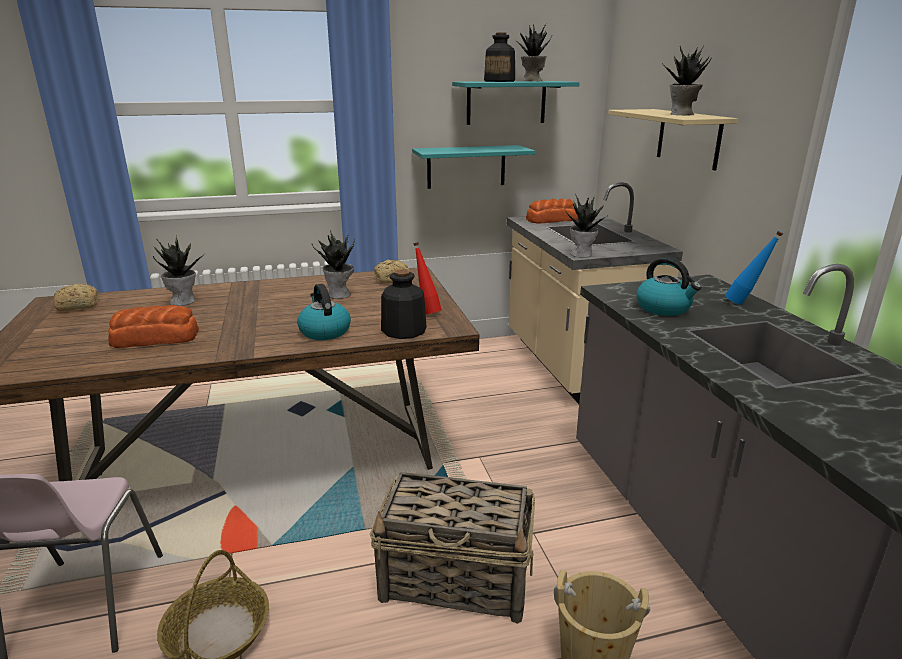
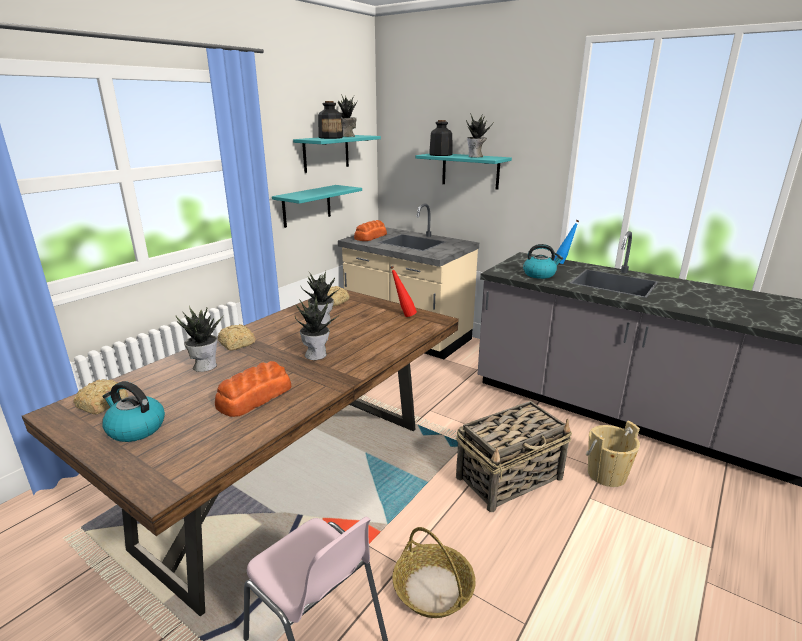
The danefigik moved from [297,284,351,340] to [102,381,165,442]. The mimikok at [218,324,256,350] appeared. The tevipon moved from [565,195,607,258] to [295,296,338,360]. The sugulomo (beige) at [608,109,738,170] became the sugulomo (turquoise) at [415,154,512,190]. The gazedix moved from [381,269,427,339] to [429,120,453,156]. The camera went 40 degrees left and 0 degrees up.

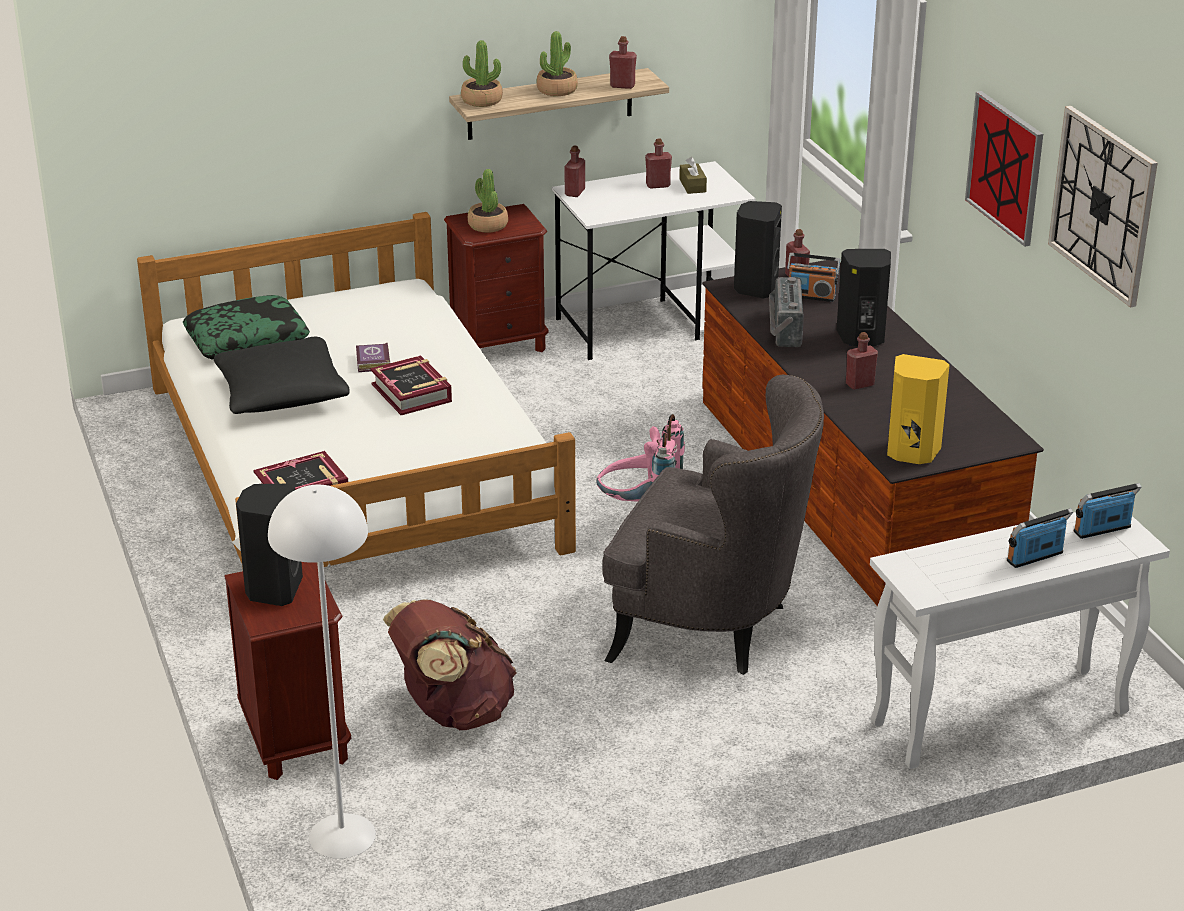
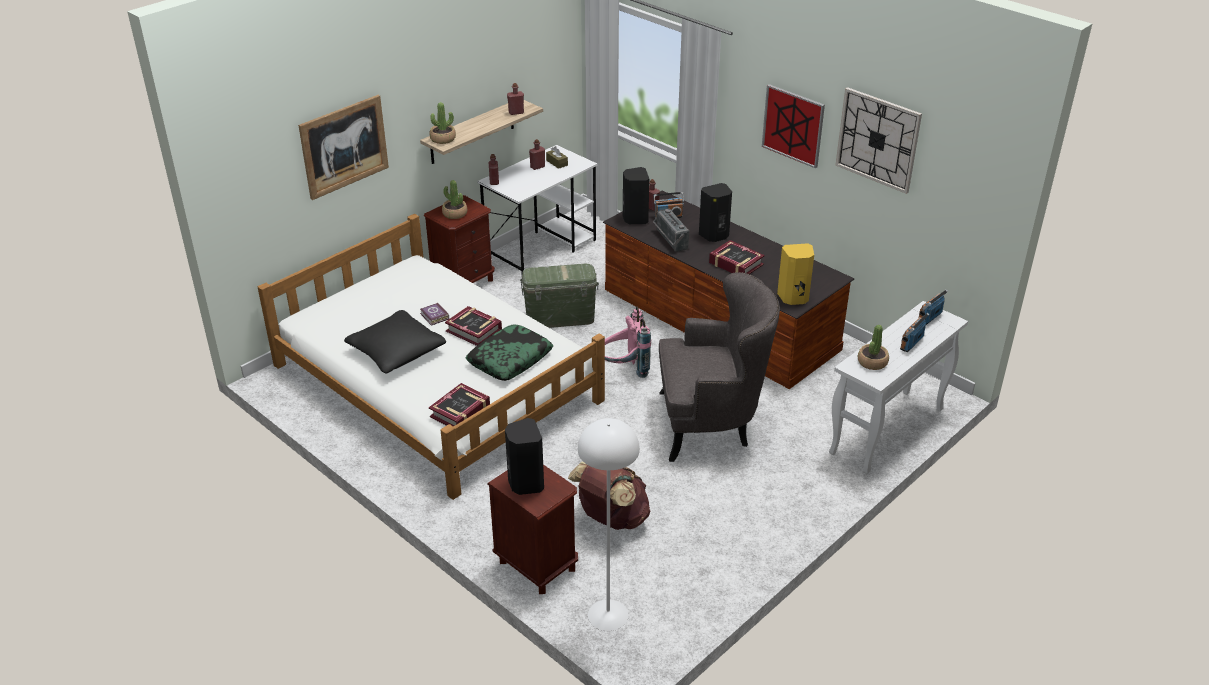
The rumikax at [298,95,389,200] appeared. The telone moved from [183,295,310,360] to [466,324,553,381]. The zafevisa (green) at [520,264,599,328] appeared. The gazedix (red) at [846,332,878,390] was replaced by the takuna at [709,240,765,274]. The tevipon moved from [537,31,578,96] to [858,325,889,370]. The camera went 25 degrees left and 5 degrees up.

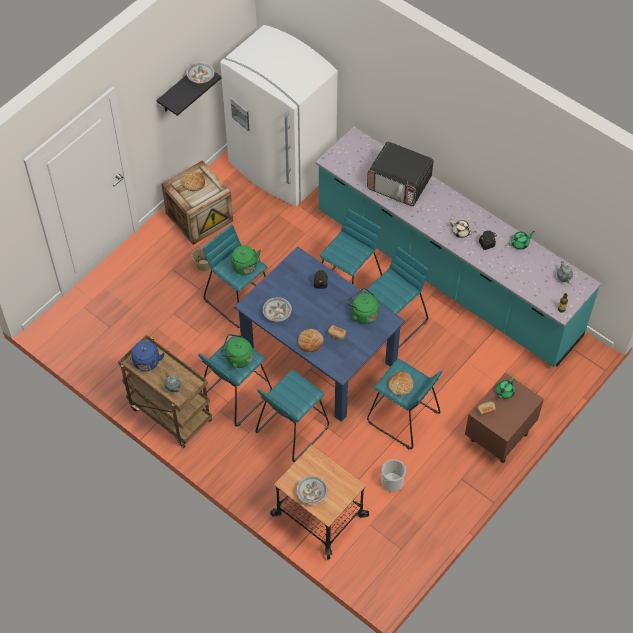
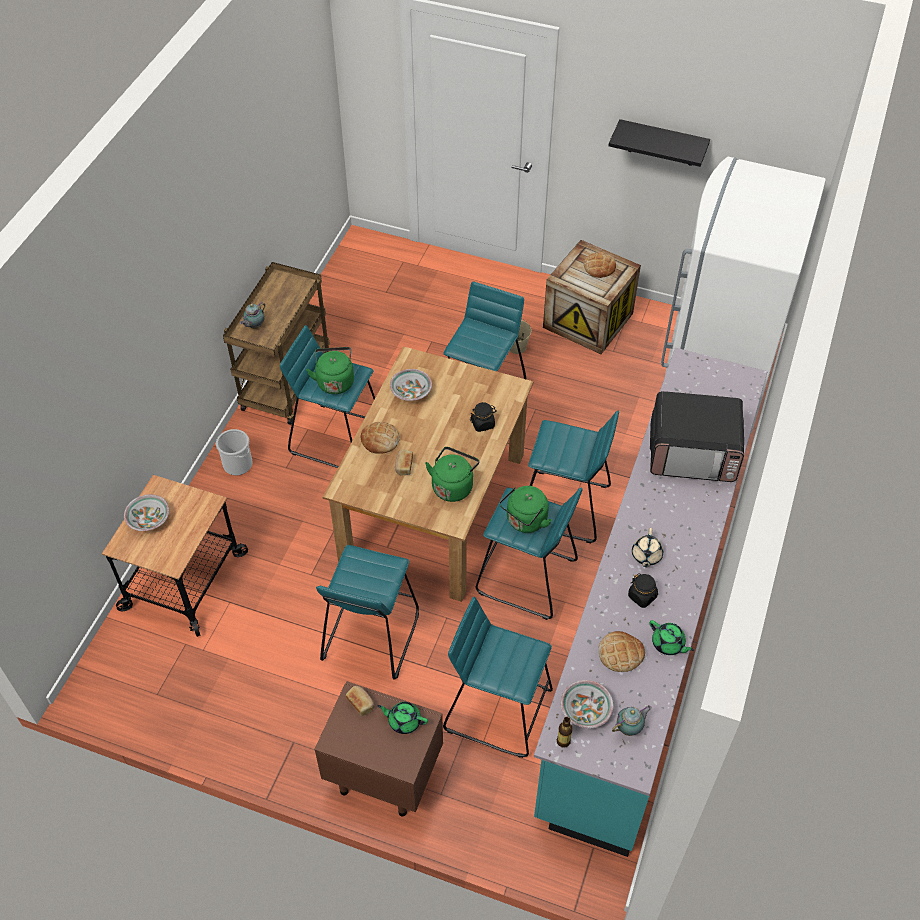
The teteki moved from [381,459,406,492] to [216,429,253,475]. The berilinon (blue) at [234,246,405,422] became the berilinon (brown) at [323,346,534,602]. The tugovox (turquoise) moved from [255,370,329,462] to [443,597,553,758]. The danefigik (green) moved from [231,245,261,275] to [499,486,552,533]. The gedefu moved from [187,62,215,83] to [561,680,614,728]. The mimikok moved from [388,371,414,396] to [598,631,645,672]. The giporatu at [367,142,433,206] turned 90 degrees counterclockwise. The danefigik (blue) at [130,340,165,371] disappeared. The camera went 70 degrees right and 5 degrees down.

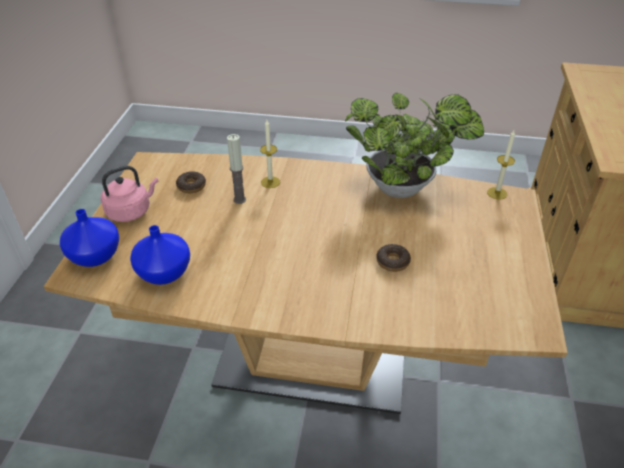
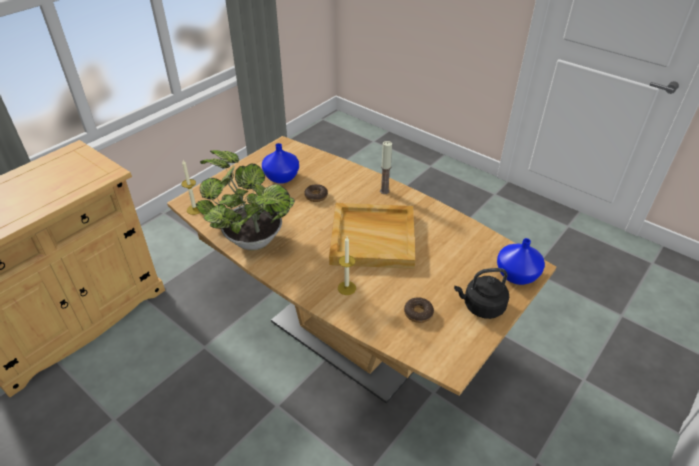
The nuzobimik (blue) moved from [130,225,190,285] to [262,143,299,184]. The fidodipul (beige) at [329,203,415,269] appeared. The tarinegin moved from [227,134,246,204] to [380,141,392,194]. The danefigik (pink) at [101,166,158,222] became the danefigik (black) at [454,268,509,319]. The camera went 150 degrees left and 0 degrees up.

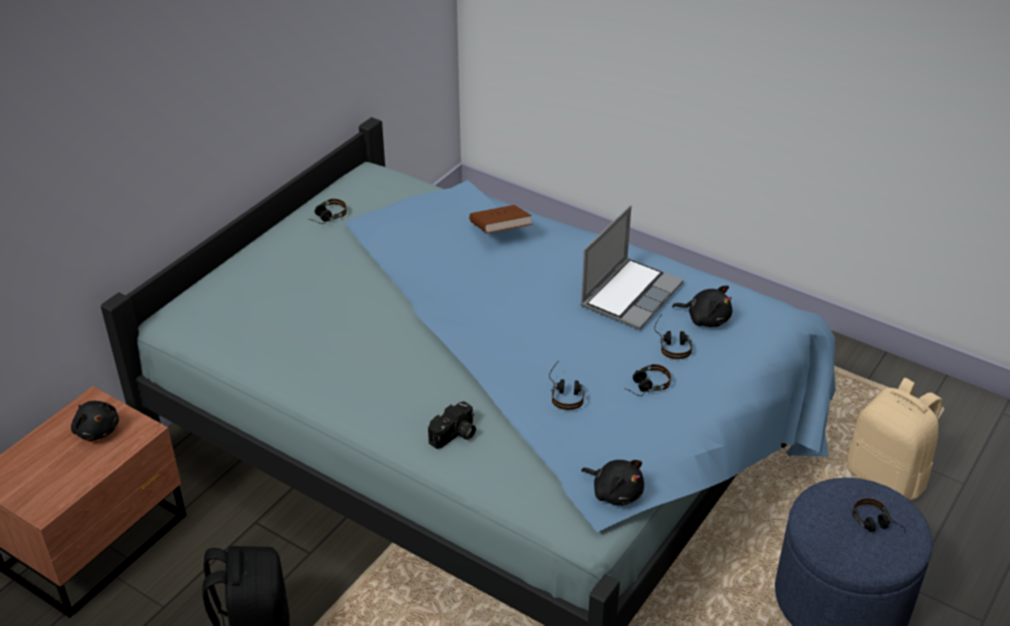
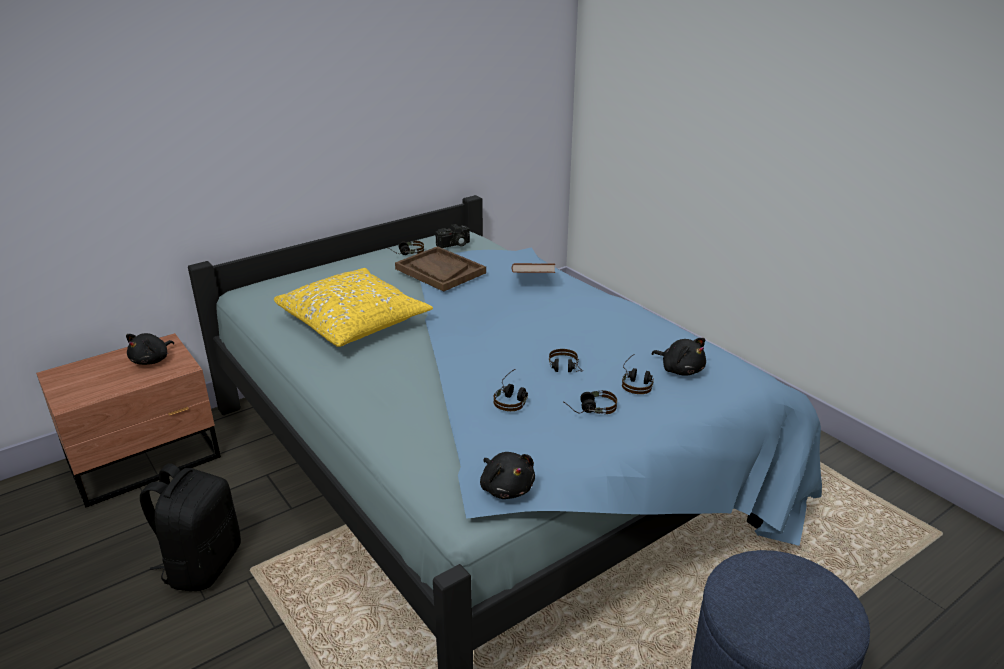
The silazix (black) at [71,401,119,441] turned 45 degrees clockwise. The telone (yellow) at [274,268,433,347] appeared. The fidodipul (brown) at [395,246,486,292] appeared. The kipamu moved from [428,401,476,449] to [436,224,470,248]. The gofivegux moved from [852,498,905,534] to [549,349,583,372]. The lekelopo at [580,205,683,330] disappeared. The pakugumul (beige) at [847,378,943,500] disappeared. The camera went 20 degrees right and 10 degrees down.

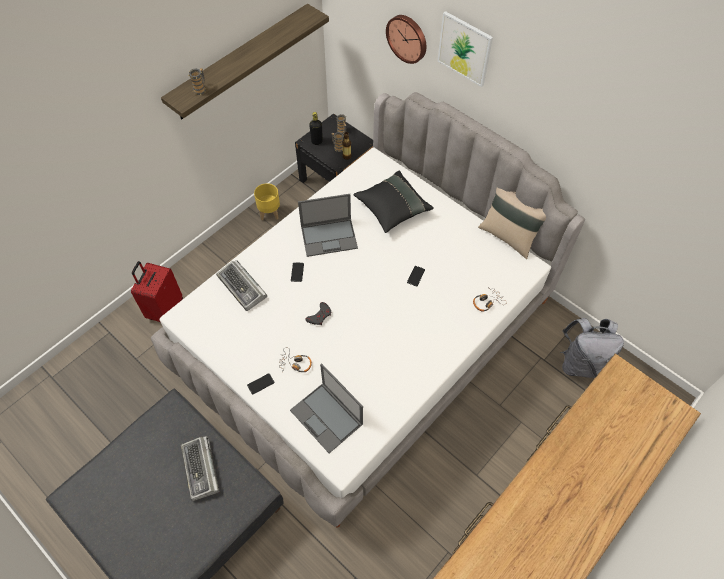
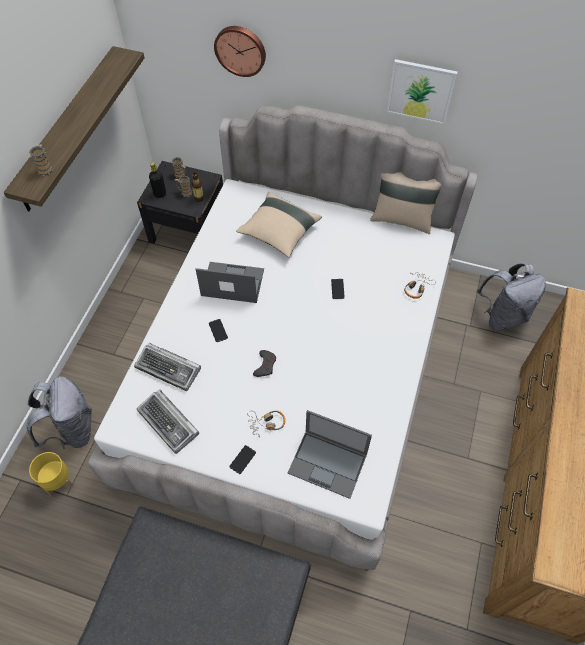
The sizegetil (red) at [131,261,183,322] was replaced by the pakugumul (grey) at [27,376,92,449]. The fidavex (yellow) moved from [254,183,280,220] to [29,452,73,497]. The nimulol moved from [181,436,220,501] to [136,390,199,454]. The lekelopo at [298,194,358,257] turned 135 degrees counterclockwise. The telone (black) at [353,170,434,233] became the telone (beige) at [236,192,322,258]. The rumikax moved from [438,11,493,87] to [387,59,458,125]. The camera went 25 degrees left and 0 degrees up.

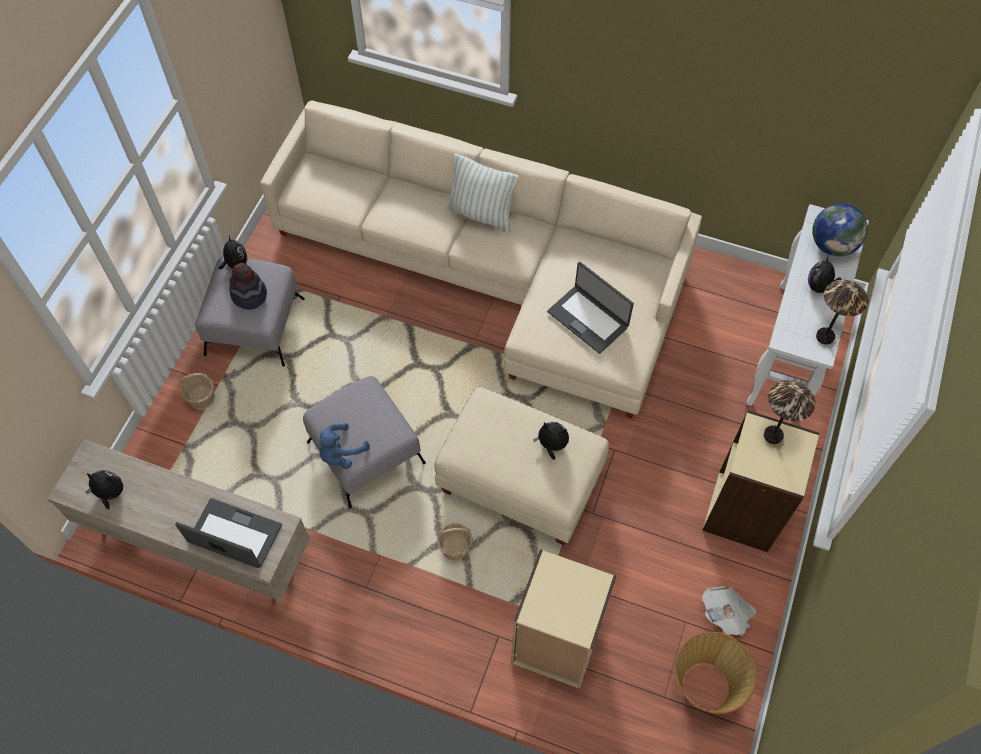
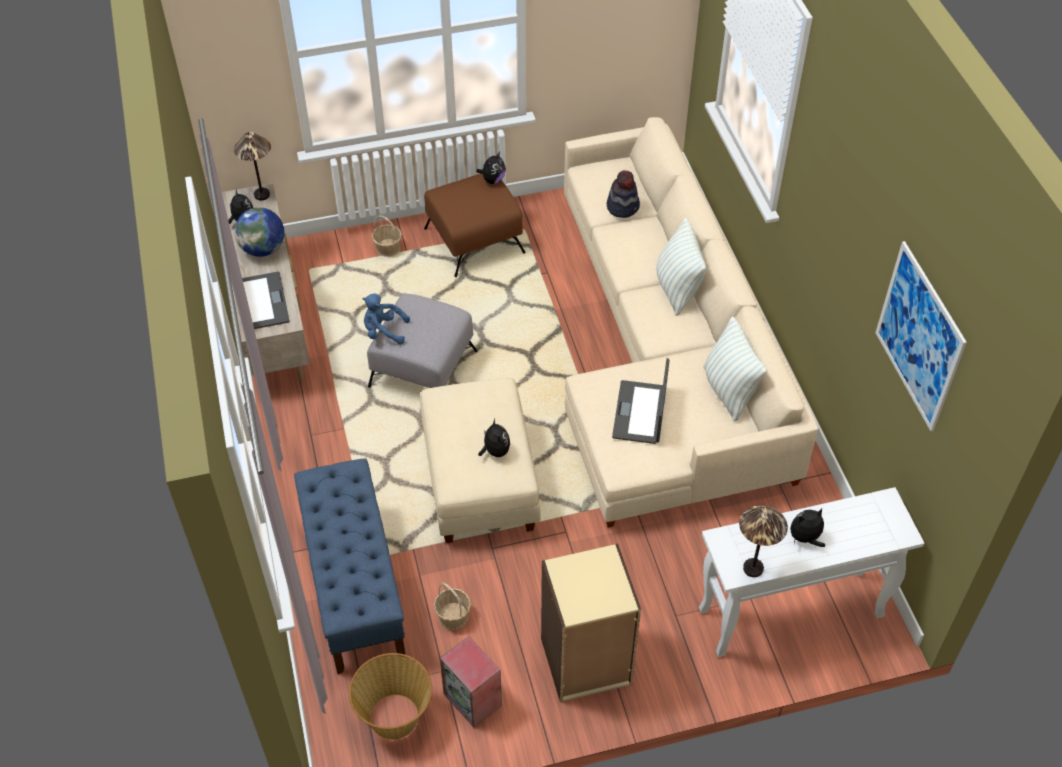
The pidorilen moved from [764,380,815,444] to [234,132,271,200]. The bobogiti moved from [812,203,868,256] to [235,207,284,257]. The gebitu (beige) at [511,549,616,689] was replaced by the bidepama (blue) at [294,458,406,674]. The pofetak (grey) at [195,257,305,367] became the pofetak (brown) at [424,173,526,277]. The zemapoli moved from [437,523,473,561] to [434,582,471,630]. The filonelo at [702,586,756,635] was replaced by the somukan at [440,636,502,727]. The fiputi moved from [229,263,267,310] to [607,170,640,218]. The telone at [703,316,767,421] appeared. The rumikax at [875,241,967,431] appeared. The camera went 55 degrees right and 10 degrees down.

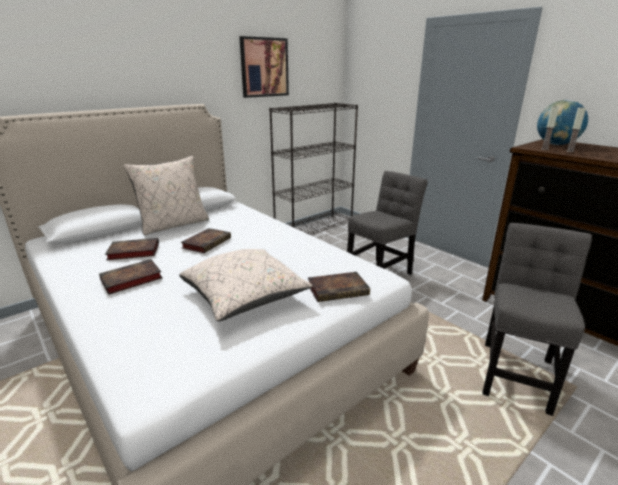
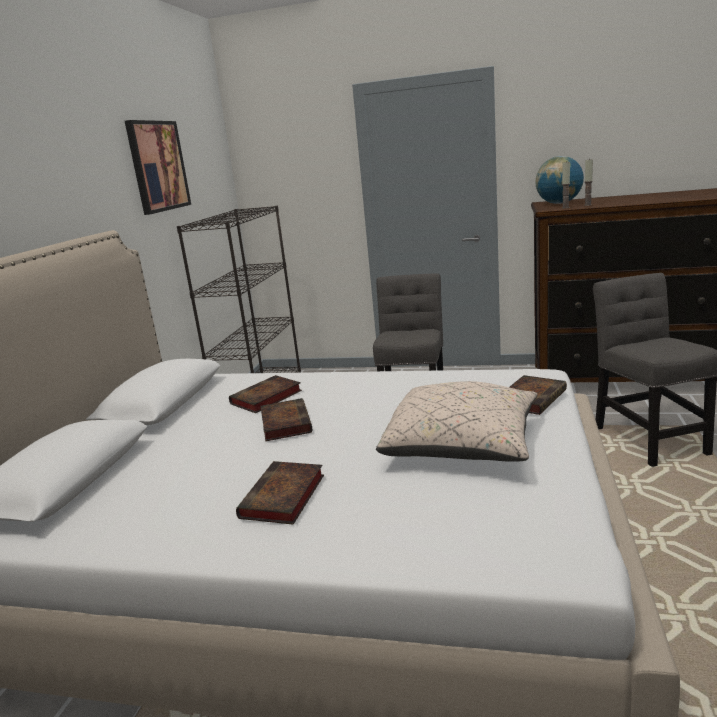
The takuna moved from [105,238,159,260] to [229,375,302,413]. The telone (beige) at [124,156,209,235] disappeared. The camera went 35 degrees left and 5 degrees down.

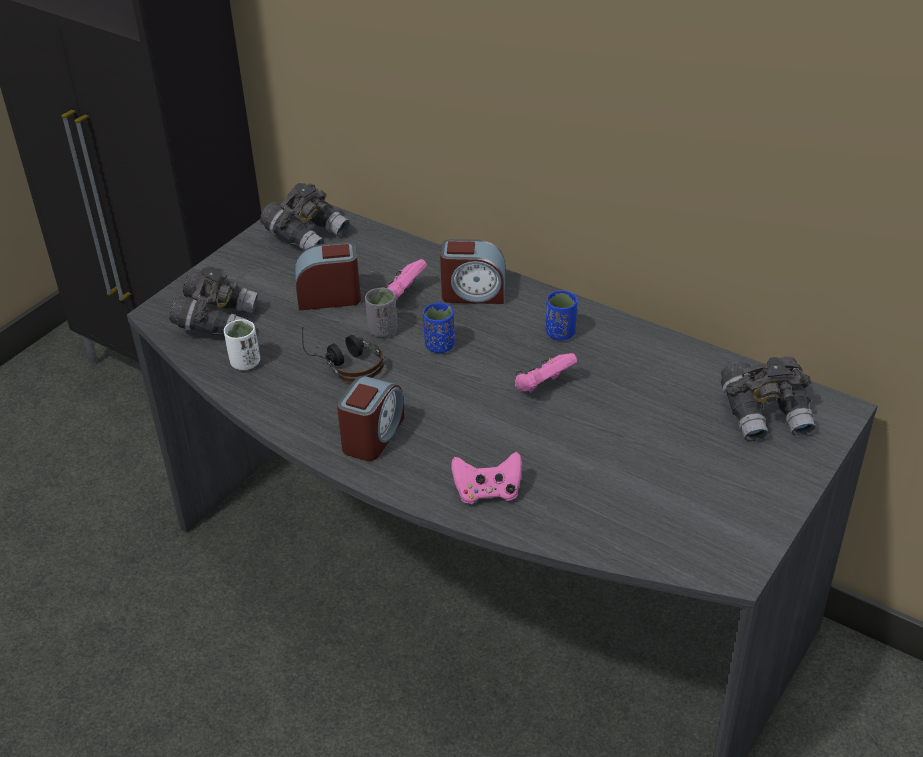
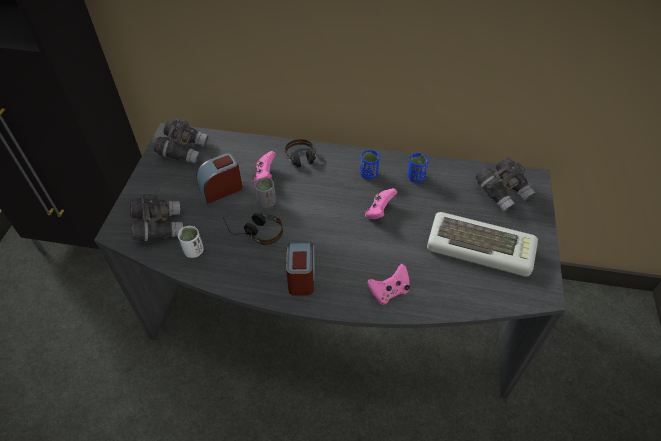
The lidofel at [440,239,505,304] was replaced by the gofivegux at [285,139,326,167]. The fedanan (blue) moved from [423,303,455,353] to [408,153,428,182]. The nimulol at [427,212,538,277] appeared. The camera went 25 degrees left and 10 degrees up.

